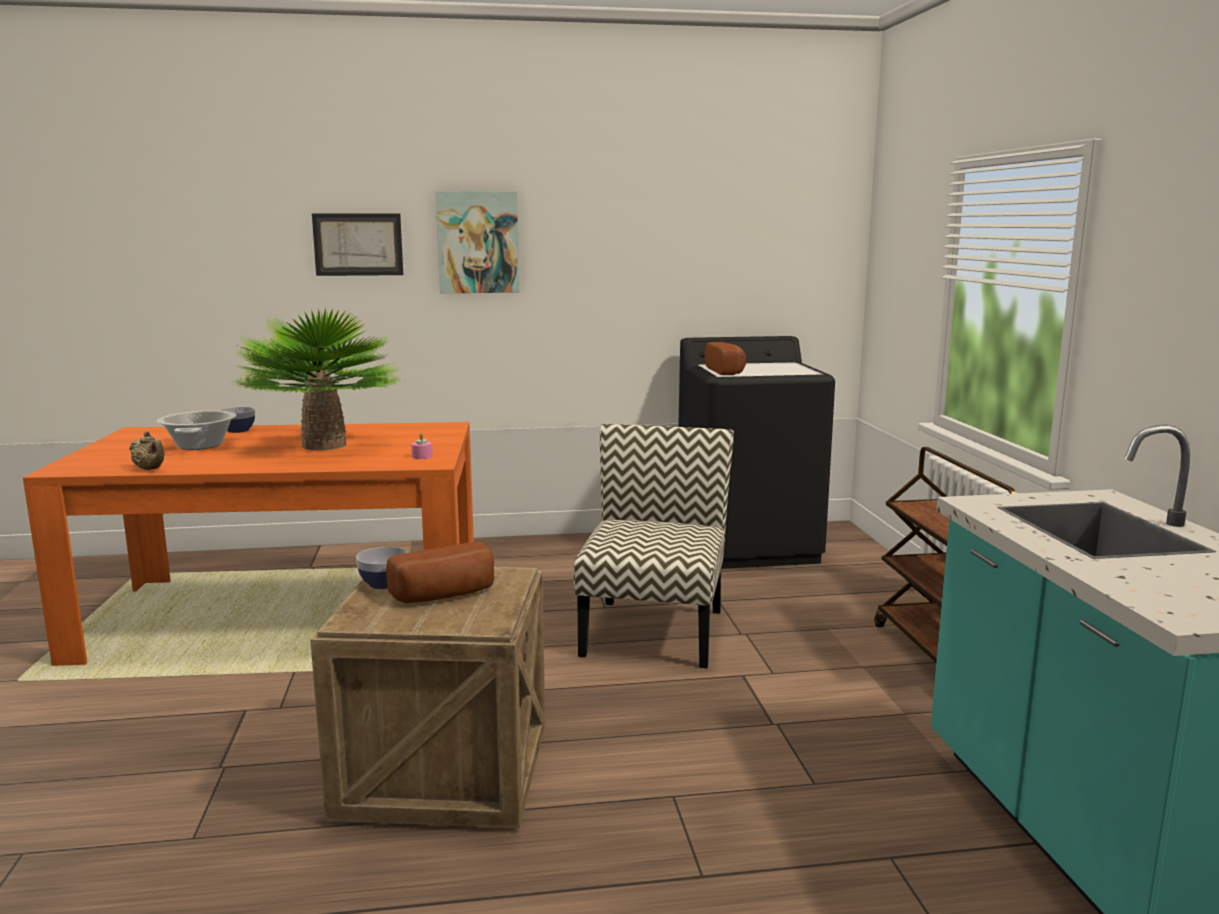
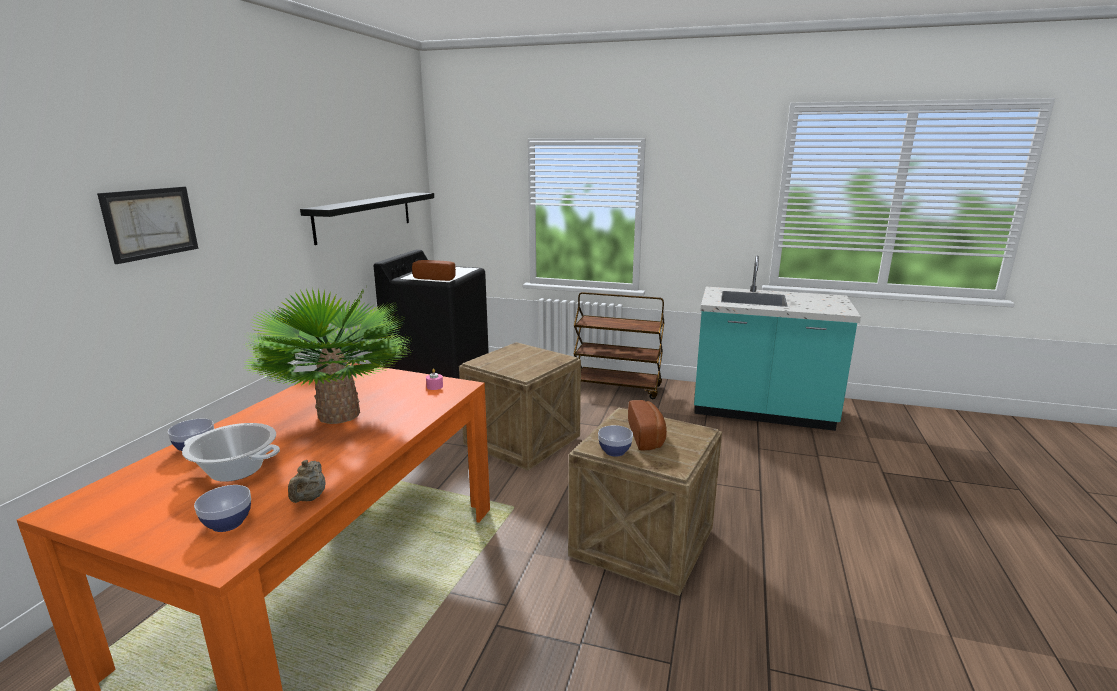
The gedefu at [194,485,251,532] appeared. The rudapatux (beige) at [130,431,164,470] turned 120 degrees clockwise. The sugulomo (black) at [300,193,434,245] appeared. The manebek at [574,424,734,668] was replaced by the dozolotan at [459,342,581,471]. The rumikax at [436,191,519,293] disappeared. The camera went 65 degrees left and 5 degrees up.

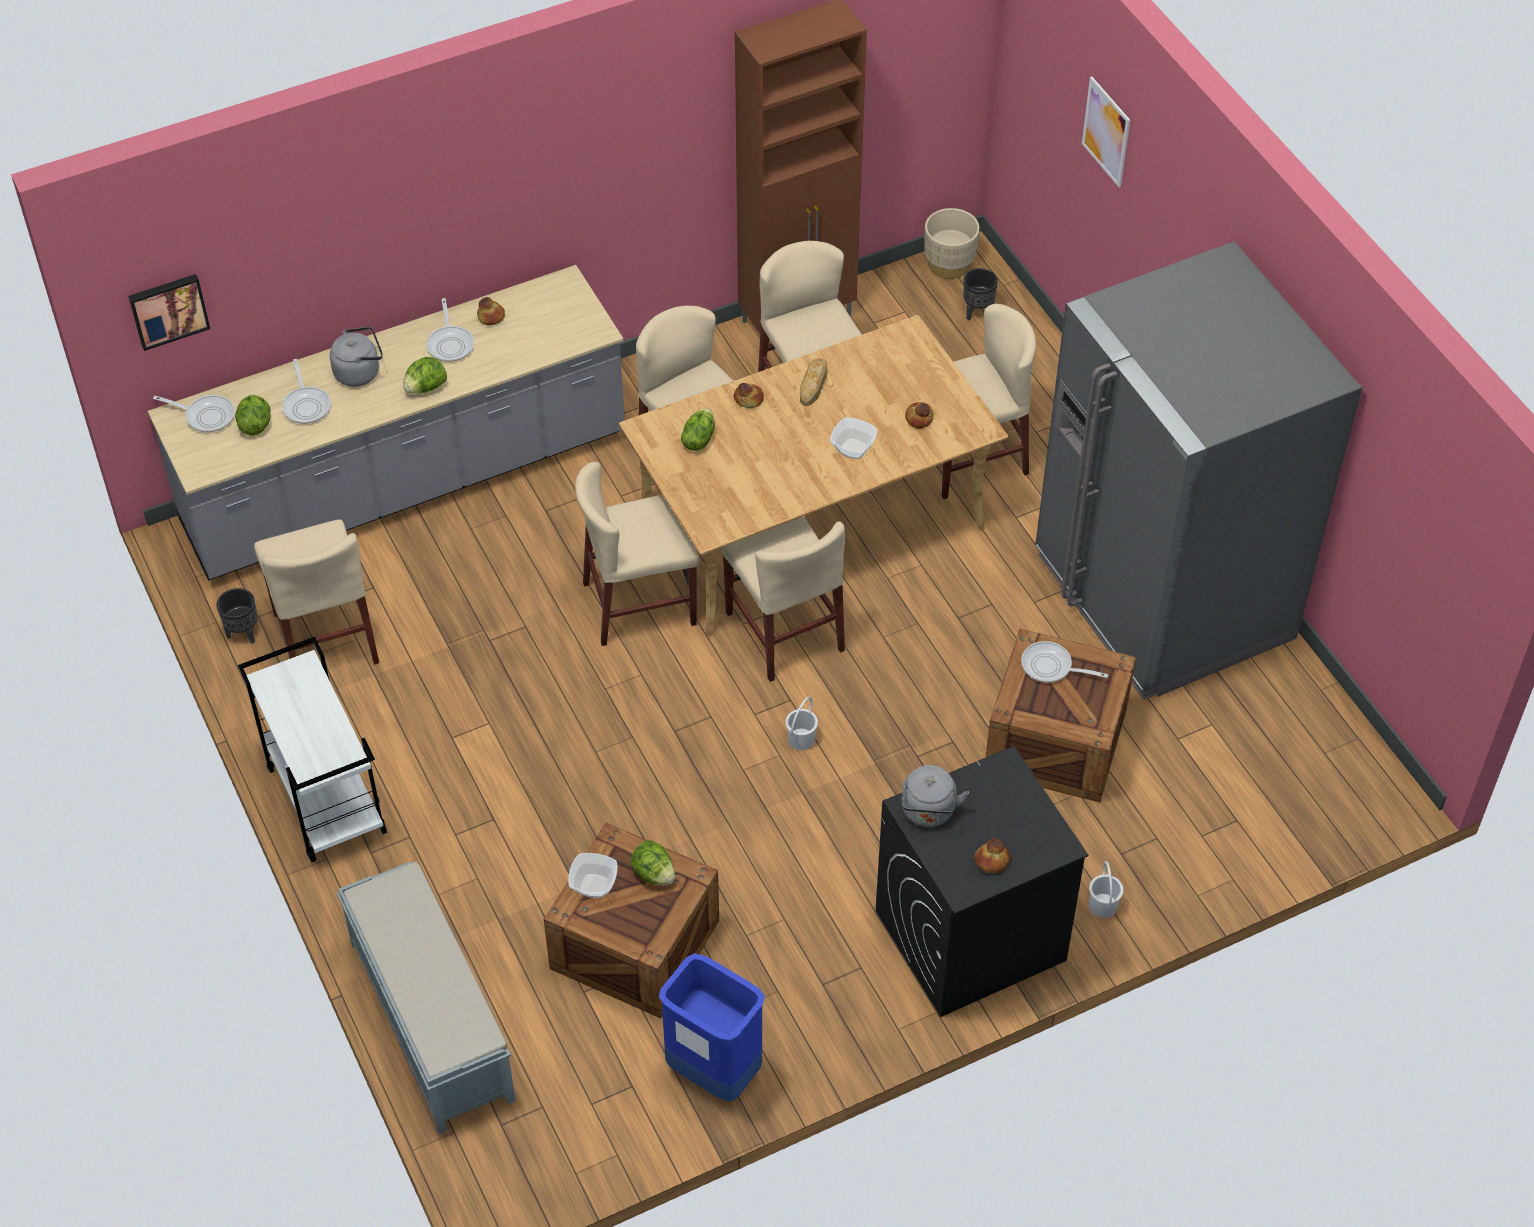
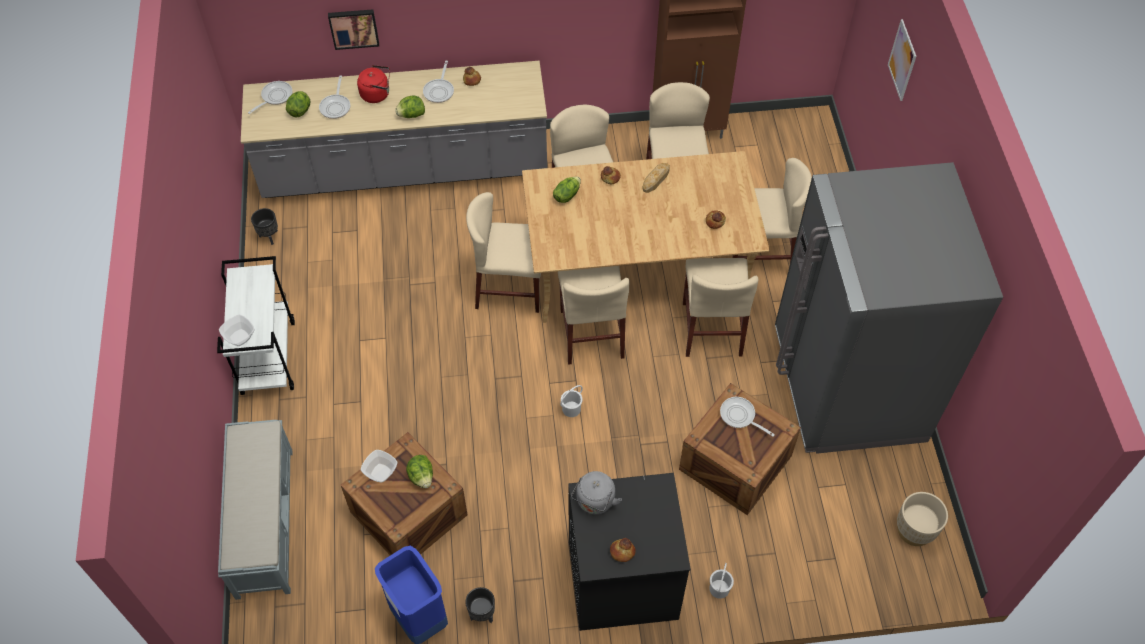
The gedefu moved from [830,417,877,459] to [219,314,255,346]. The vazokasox at [153,395,235,432] turned 90 degrees counterclockwise. The rumikax moved from [128,274,210,351] to [328,9,379,50]. The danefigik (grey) at [330,327,383,387] became the danefigik (red) at [357,65,390,103]. The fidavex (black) moved from [963,268,998,320] to [465,587,495,623]. The manebek (beige) moved from [254,519,379,664] to [683,258,758,357]. The fidavex (beige) moved from [924,208,979,279] to [897,492,948,546]. The camera went 20 degrees right and 5 degrees up.

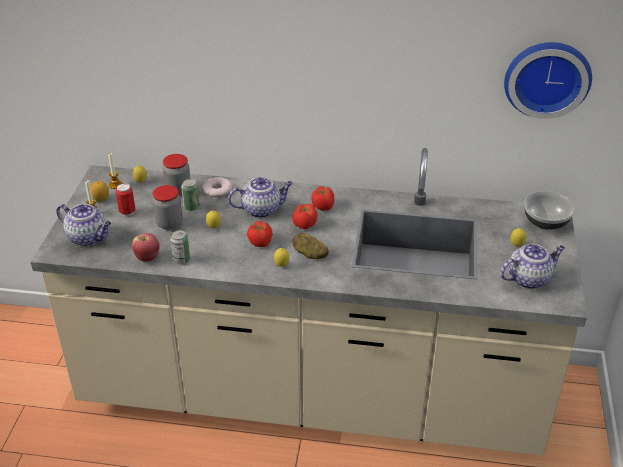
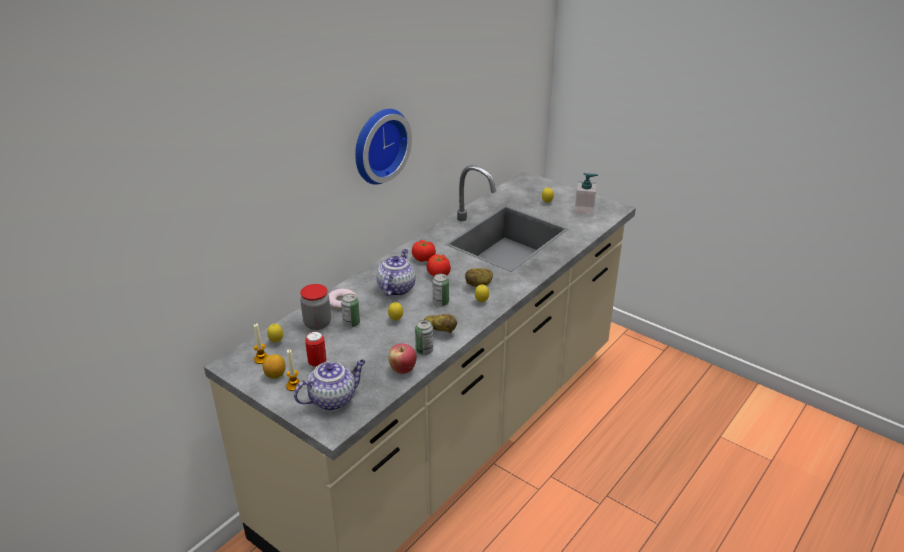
The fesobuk moved from [504,42,592,119] to [355,109,412,185]. The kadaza at [424,314,457,333] appeared. The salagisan at [247,221,272,247] was replaced by the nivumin at [433,274,449,306]. The rudapatux at [500,244,565,289] was replaced by the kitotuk at [574,173,598,216]. The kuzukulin at [152,185,183,230] disappeared. The gedefu at [524,191,575,230] disappeared. The camera went 60 degrees left and 5 degrees down.

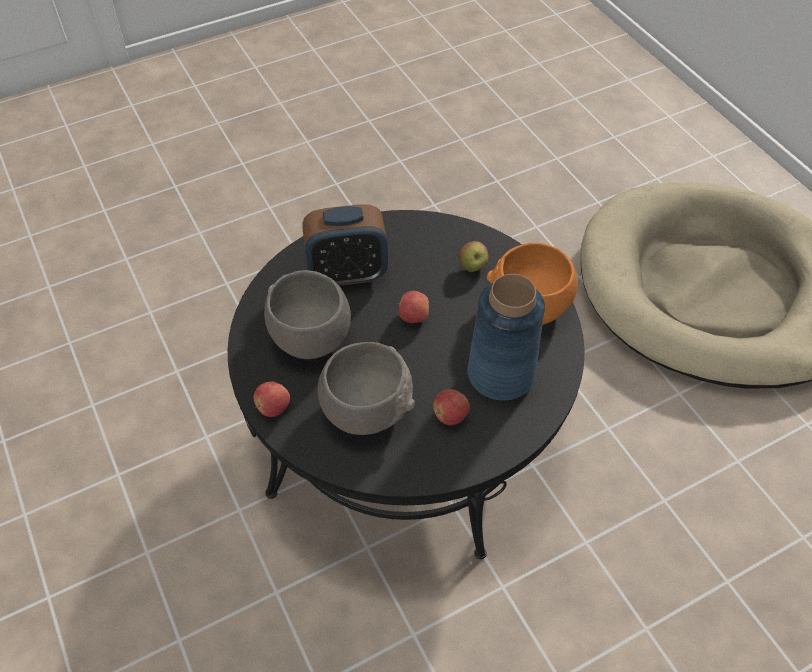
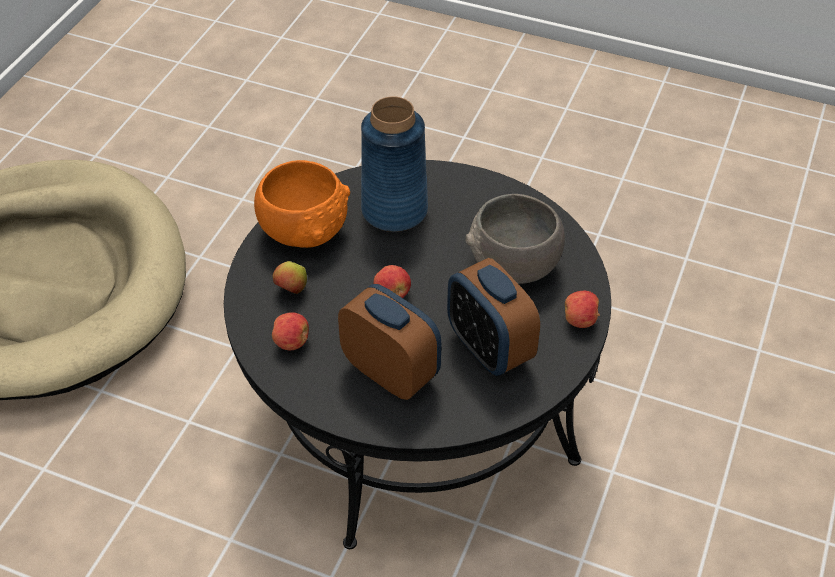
The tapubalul moved from [433,389,470,425] to [272,312,309,350]. The gedefu (grey) at [264,270,351,359] was replaced by the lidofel at [447,258,540,376]. The camera went 130 degrees left and 5 degrees down.

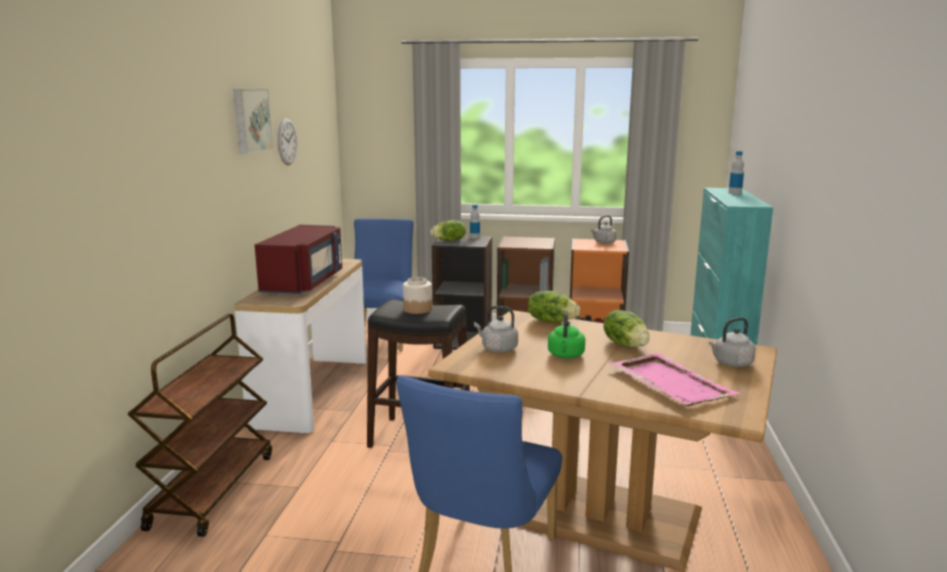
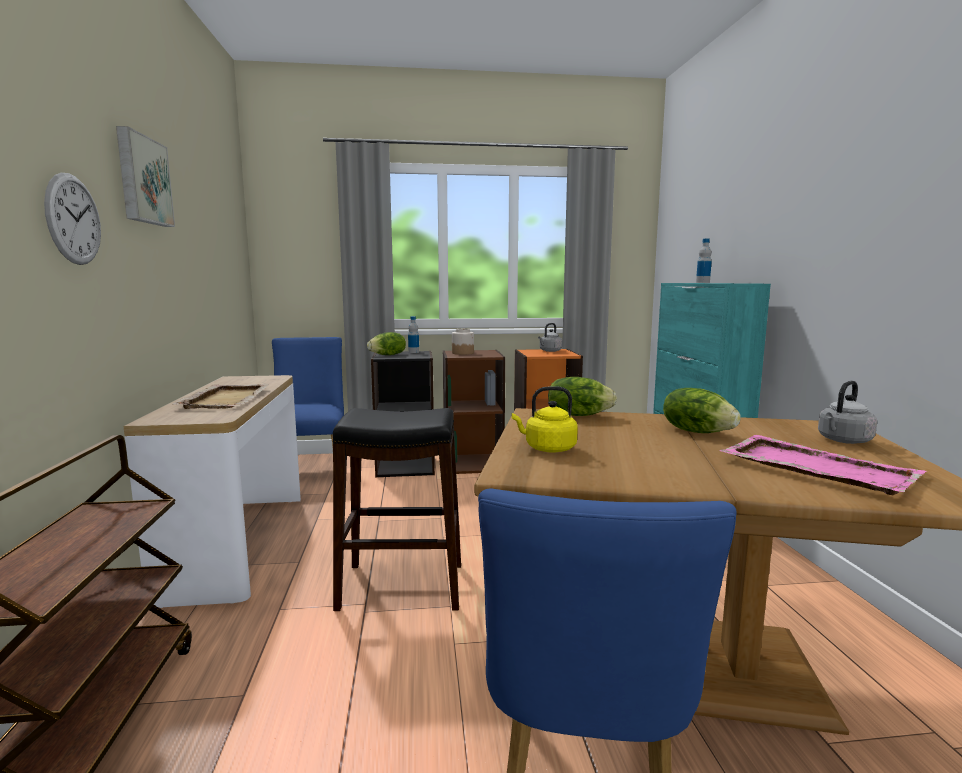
The fesobuk moved from [277,118,297,165] to [44,173,101,265]. The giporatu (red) at [255,225,342,294] was replaced by the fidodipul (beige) at [173,384,269,409]. The kuzukulin moved from [403,277,432,314] to [452,329,474,355]. The danefigik (grey) at [474,306,518,353] became the danefigik (yellow) at [512,386,578,453]. The danefigik (green) at [548,310,585,358] disappeared. The camera went 15 degrees left and 5 degrees down.

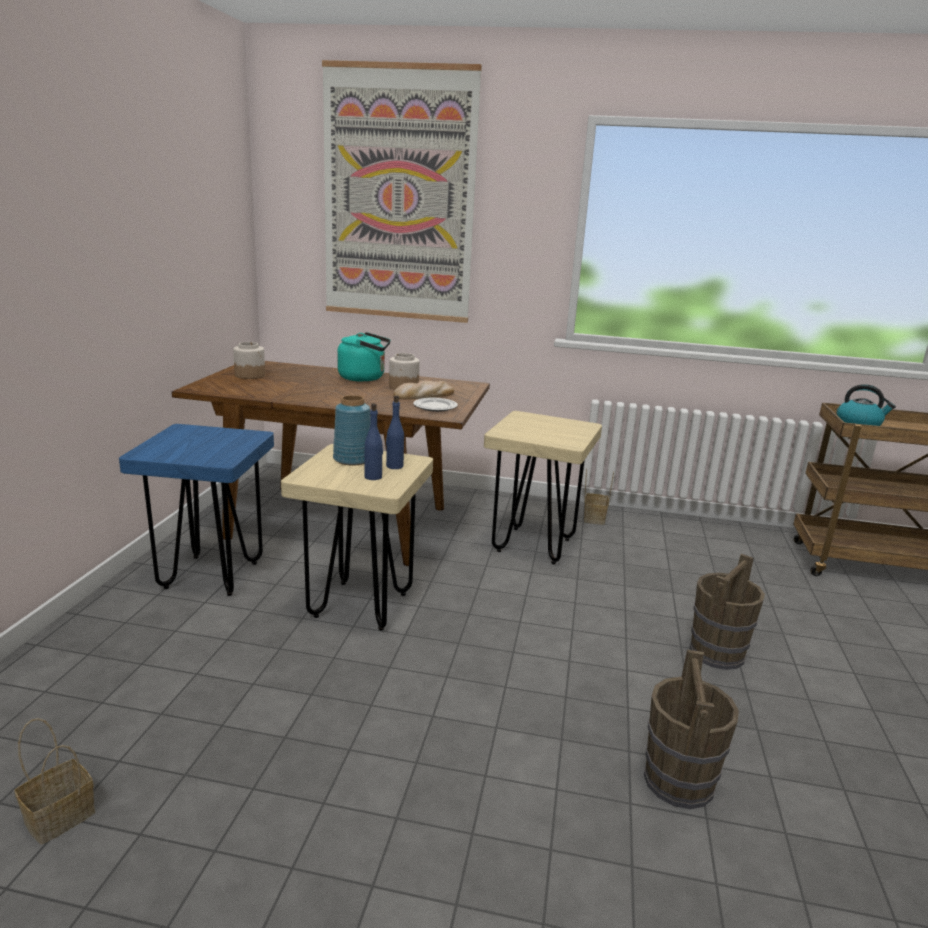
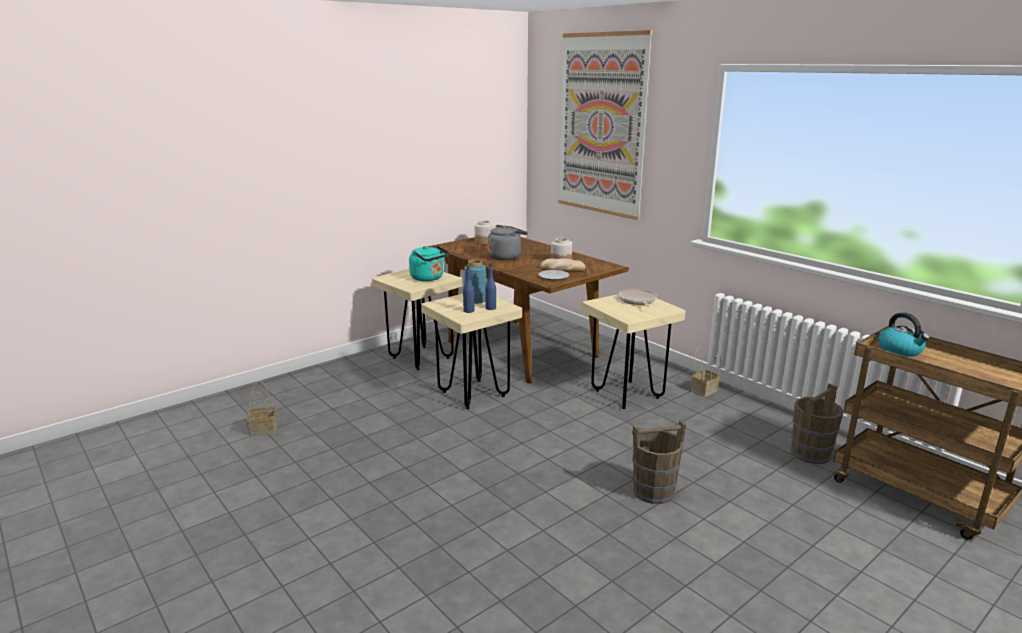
The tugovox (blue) at [119,424,274,596] became the tugovox (beige) at [372,269,462,370]. The danefigik (turquoise) moved from [337,332,391,382] to [409,245,449,281]. The danefigik (grey) at [488,225,528,260] appeared. The vazokasox at [618,289,657,307] appeared. The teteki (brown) moved from [644,650,739,809] to [791,384,844,464]. The camera went 40 degrees right and 0 degrees up.

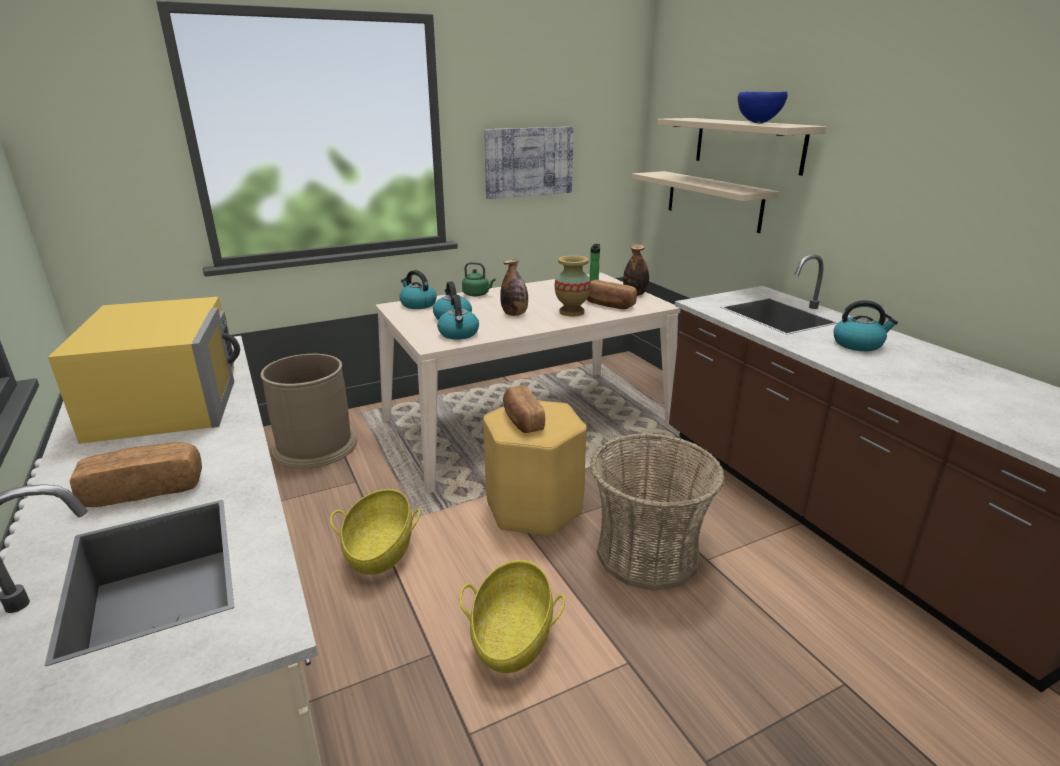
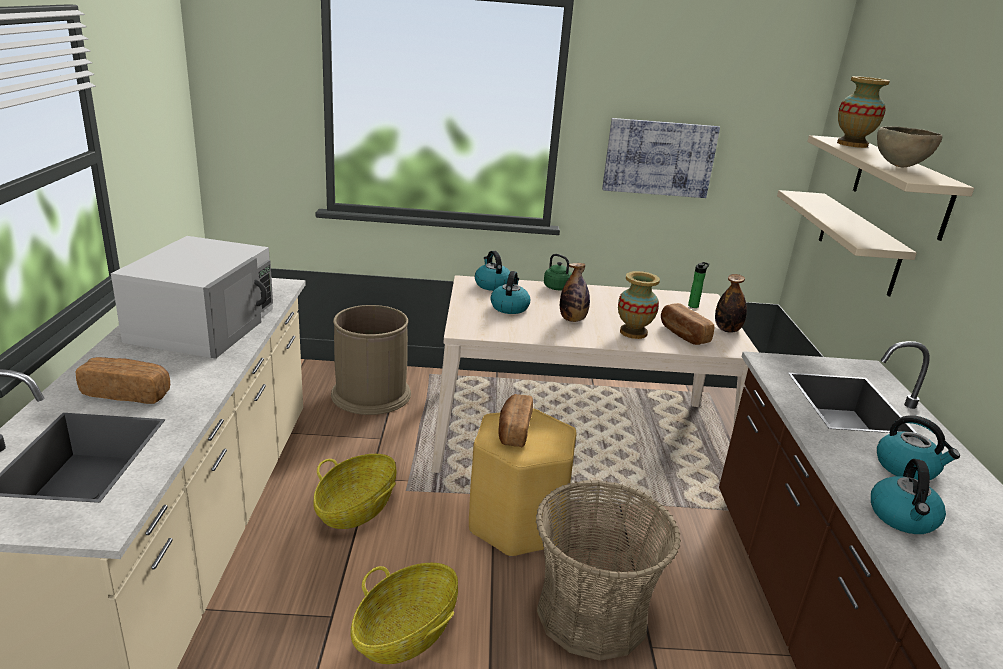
The giporatu (yellow) at [48,297,240,444] became the giporatu (white) at [111,236,273,359]. The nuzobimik at [837,76,890,148] appeared. The danefigik moved from [437,295,479,340] to [871,459,946,534]. The gedefu (blue) at [738,92,788,123] became the gedefu (brown) at [877,126,942,167]. The camera went 25 degrees right and 0 degrees up.

